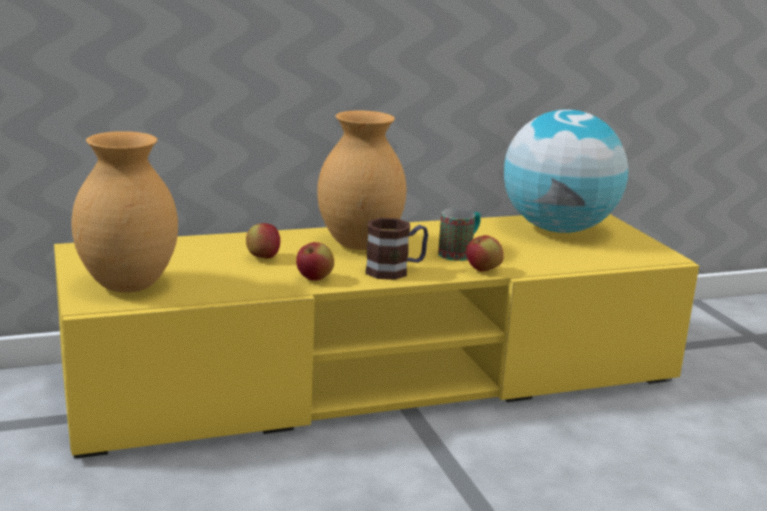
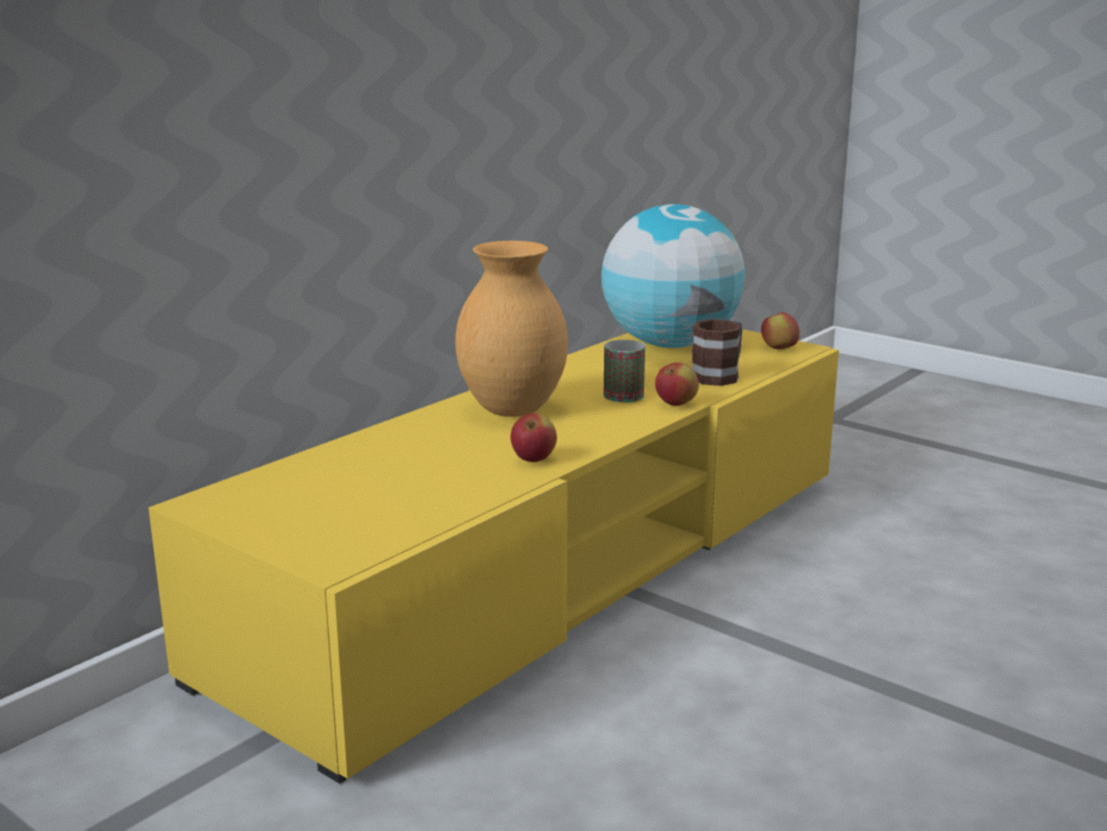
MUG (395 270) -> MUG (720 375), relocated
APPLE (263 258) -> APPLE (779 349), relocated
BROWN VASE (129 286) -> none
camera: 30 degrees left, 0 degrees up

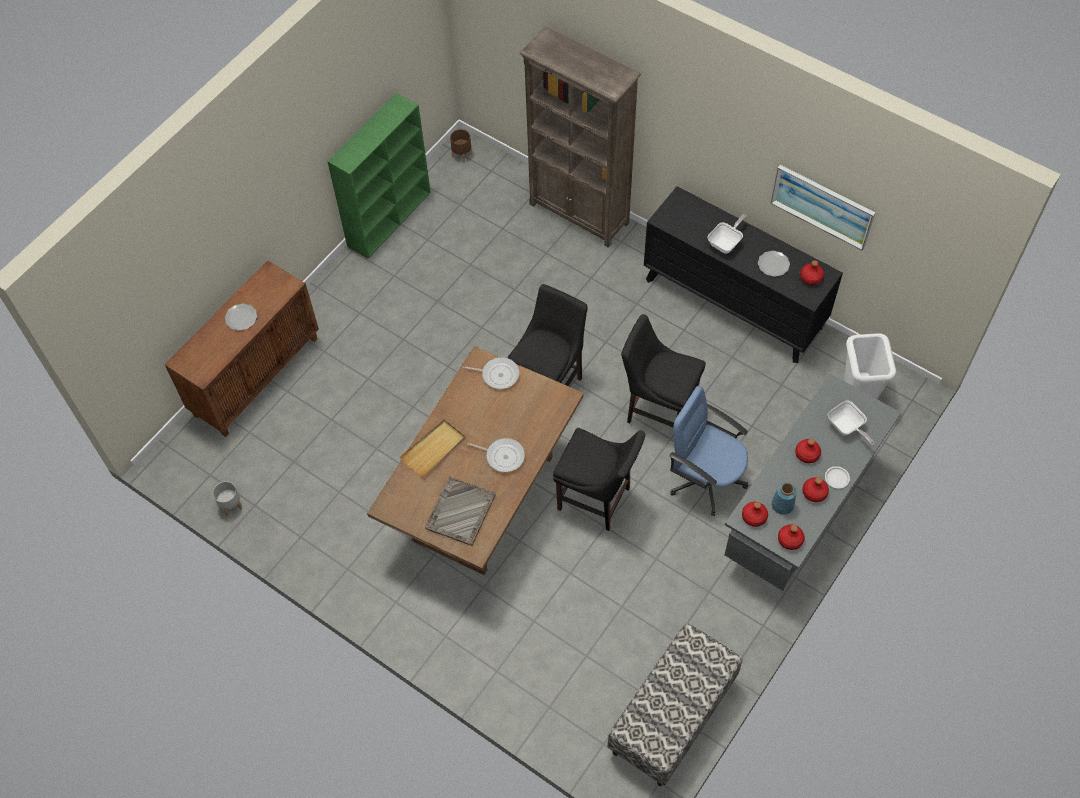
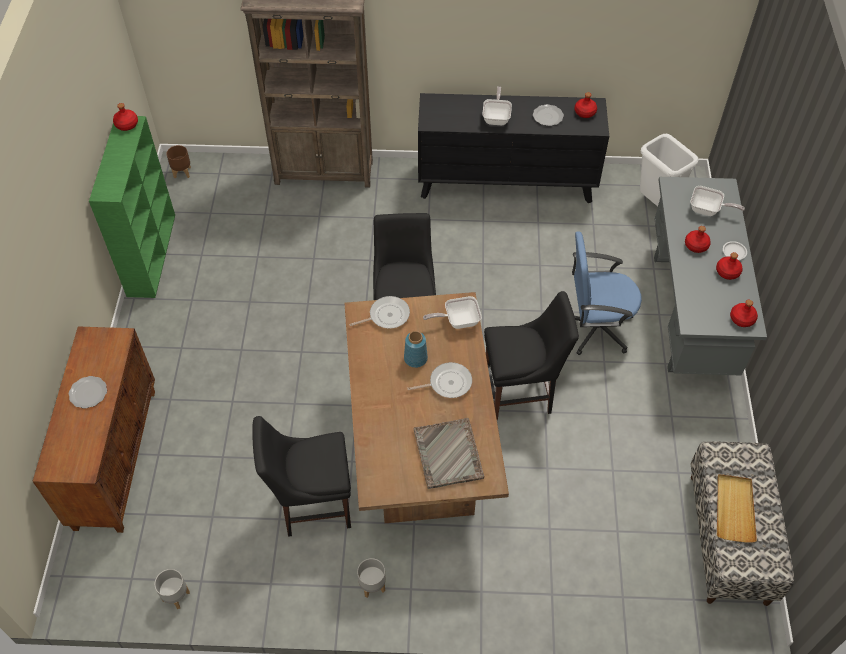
RED BOTTLE (754 517) -> RED BOTTLE (127 124), relocated
BLACK CHAIR (658 410) -> BLACK CHAIR (312 505), relocated
none -> GREY PLANTER (372 585)
BLUE VASE (782 505) -> BLUE VASE (416 359), relocated
none -> FRYING PAN (458 321)
BEIGE TRAY (433 449) -> BEIGE TRAY (734 509), relocated
PICTURE (822 206) -> none
camera: 35 degrees left, 5 degrees down

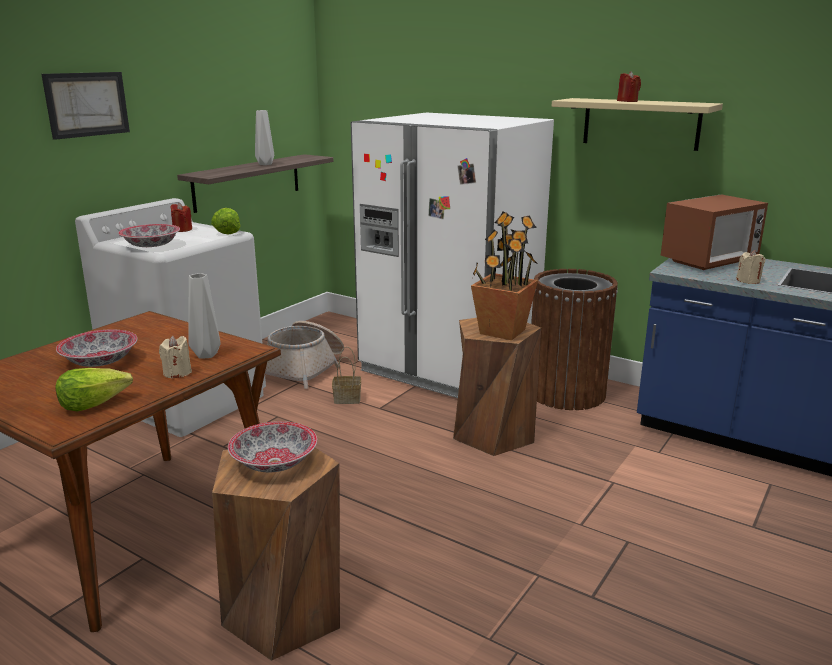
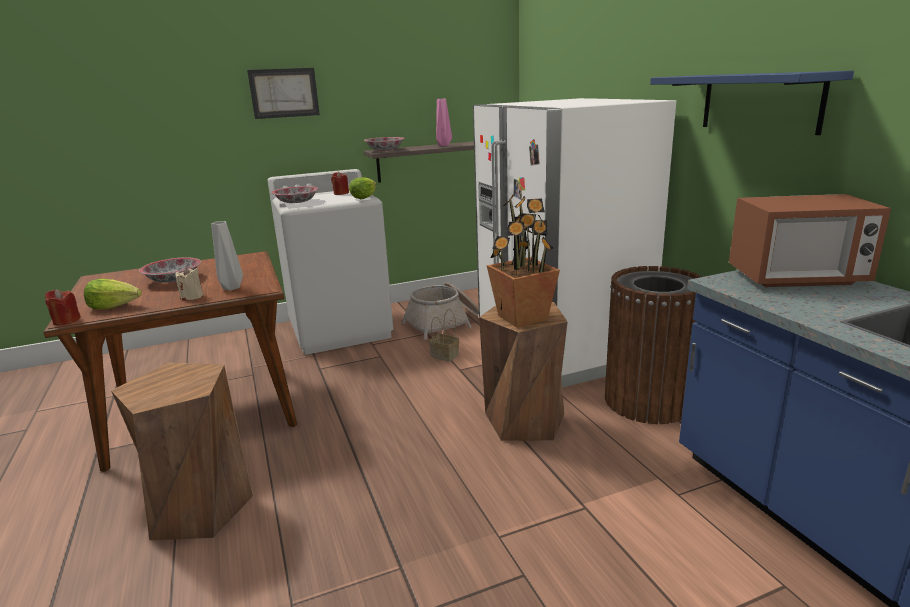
RED CANDLE (627 101) -> RED CANDLE (66 321), relocated
BOWL (274 462) -> BOWL (385 150), relocated
GREY VASE (266 164) -> PINK VASE (444 145)
BEIGE SHELF (641 123) -> BLUE SHELF (760 102)
BEIGE CANDLE (748 281) -> none
camera: 35 degrees right, 0 degrees up

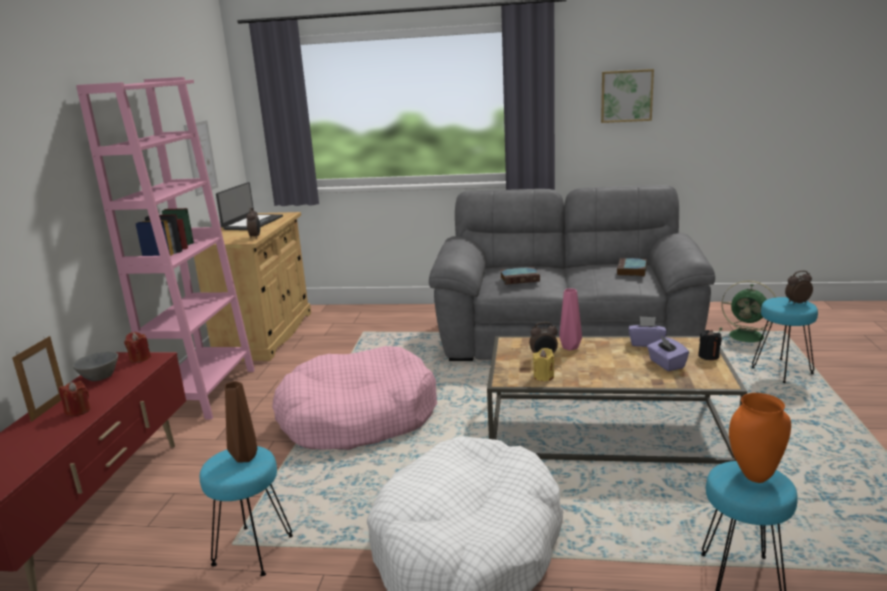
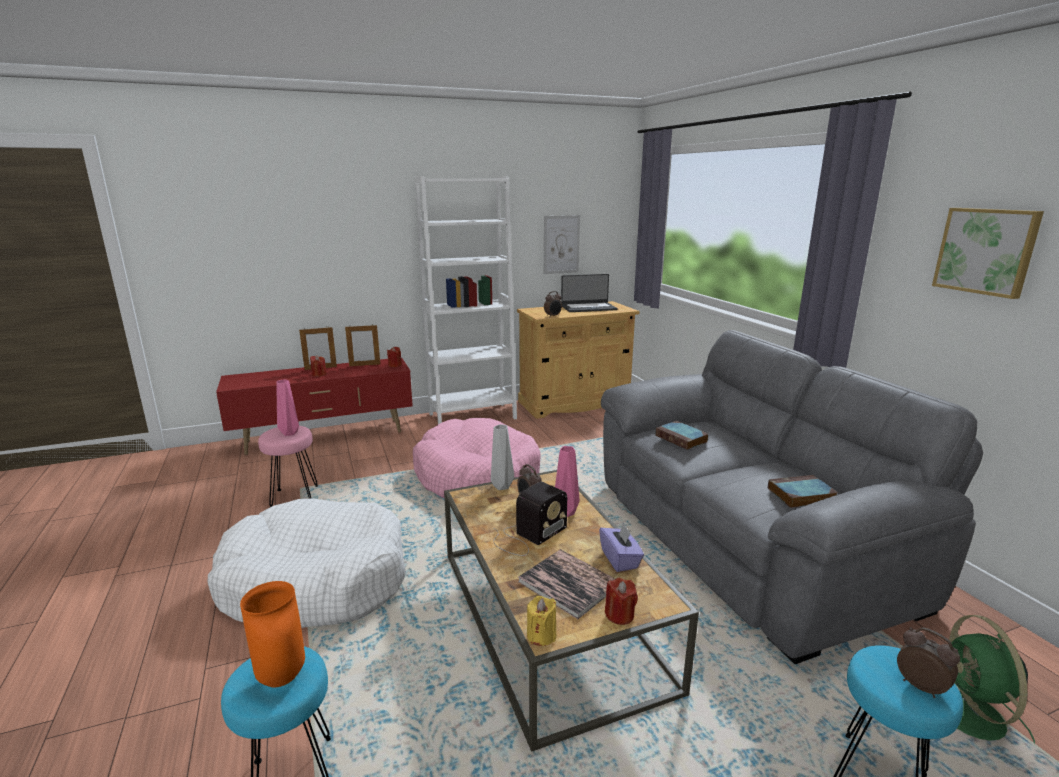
TURQUOISE STOOL (252 552) -> PINK STOOL (294 497)
BROWN VASE (245 458) -> PINK VASE (289 433)
GREY BOWL (99 377) -> PICTURE FRAME (364 365)
PINK BOOKCASE (206 392) -> WHITE BOOKCASE (472 416)
none -> GREY VASE (502 487)
none -> RADIO (528 536)
PURPLE TISSUE BOX (666 364) -> BOOK (568 583)
YELLOW CANDLE (543 377) -> YELLOW CANDLE (541 635), relocated
BLACK CANDLE (708 356) -> RED CANDLE (619 615)
camera: 60 degrees right, 0 degrees up

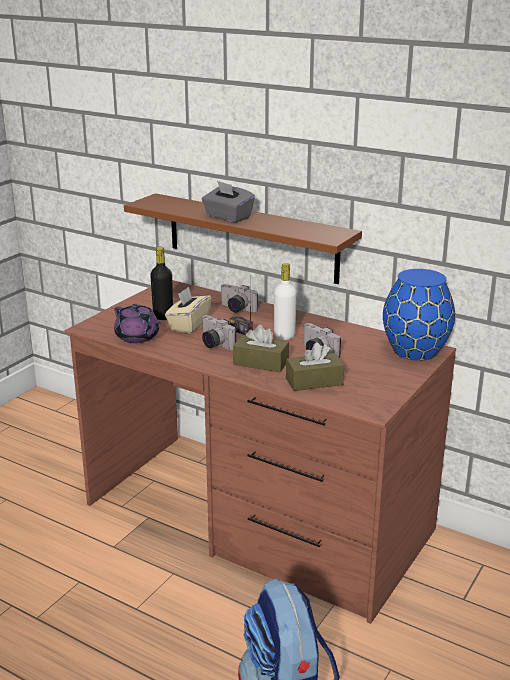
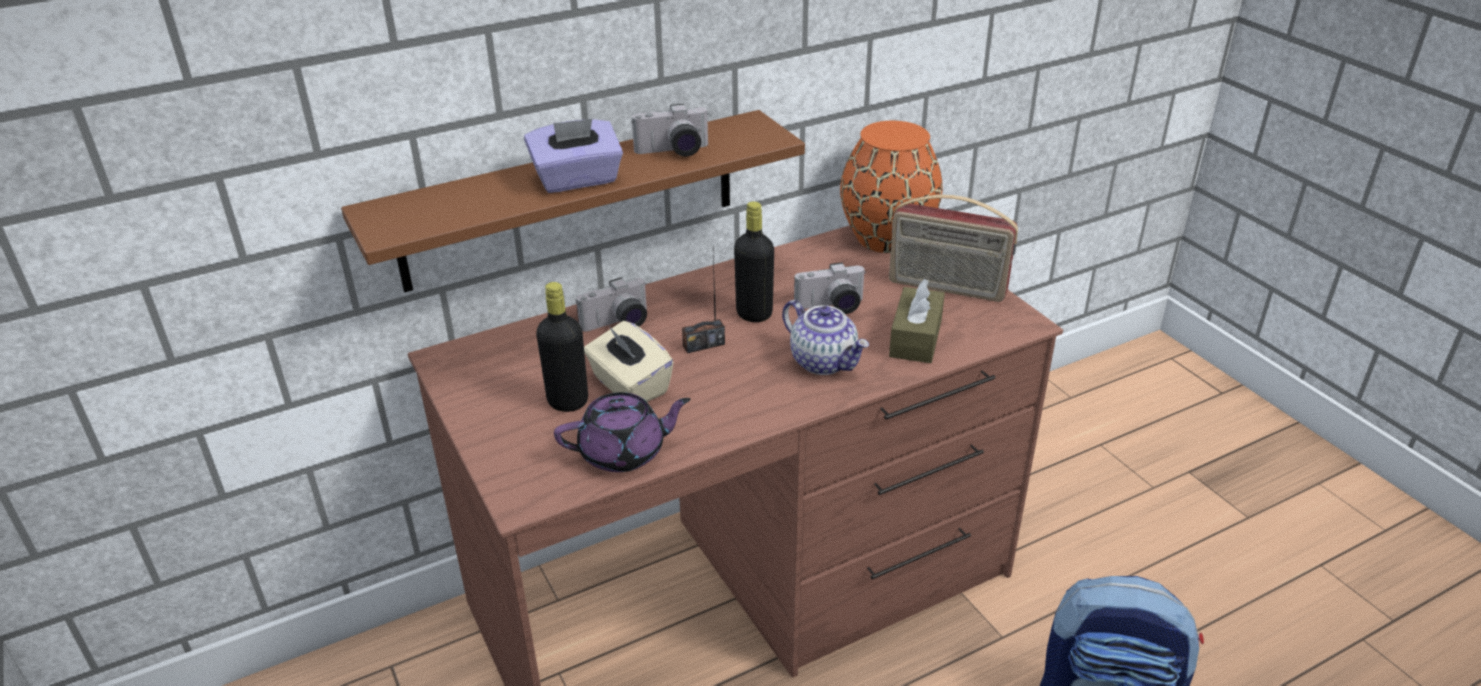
GREY TISSUE BOX (227 217) -> PURPLE TISSUE BOX (577 180)
PHOTO CAMERA (213 344) -> PHOTO CAMERA (673 152), relocated
WHITE BOTTLE (284 336) -> BLACK BOTTLE (754 314)
BROWN TISSUE BOX (261 363) -> TEAPOT (824 362)
BLUE VASE (416 351) -> ORANGE VASE (888 238)
none -> RADIO (946 288)
camera: 60 degrees left, 10 degrees up

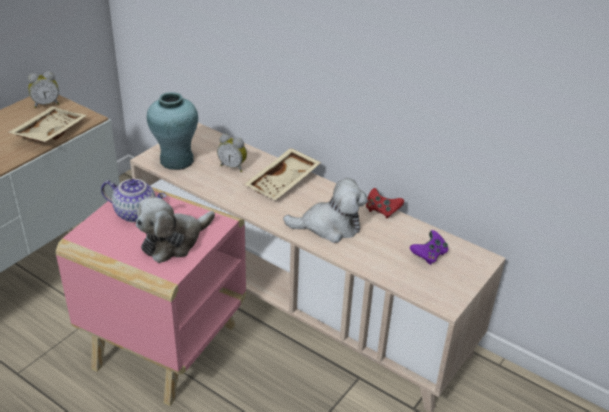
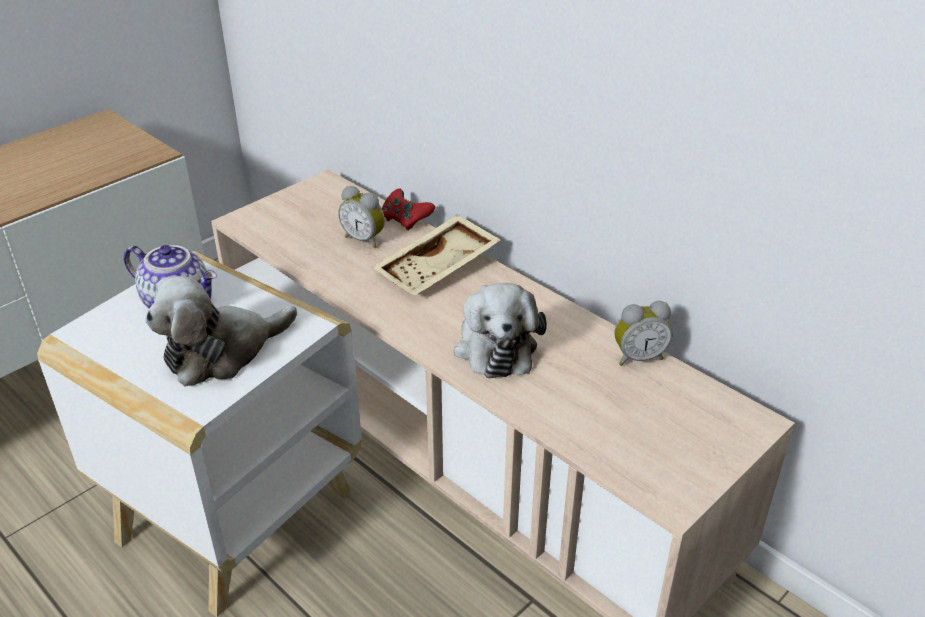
PINK SIDE TABLE (166 344) -> WHITE SIDE TABLE (238 513)
RED GAME CONTROLLER (382 210) -> RED GAME CONTROLLER (405 220), relocated
PLUSH TOY (329 226) -> PLUSH TOY (495 345), 75 degrees clockwise
ALARM CLOCK (46 104) -> ALARM CLOCK (638 357), relocated
BEIGE TRAY (49 132) -> none
TURQUOISE VASE (176 160) -> none
PURPLE GAME CONTROLLER (429 255) -> none
camera: 10 degrees right, 0 degrees up

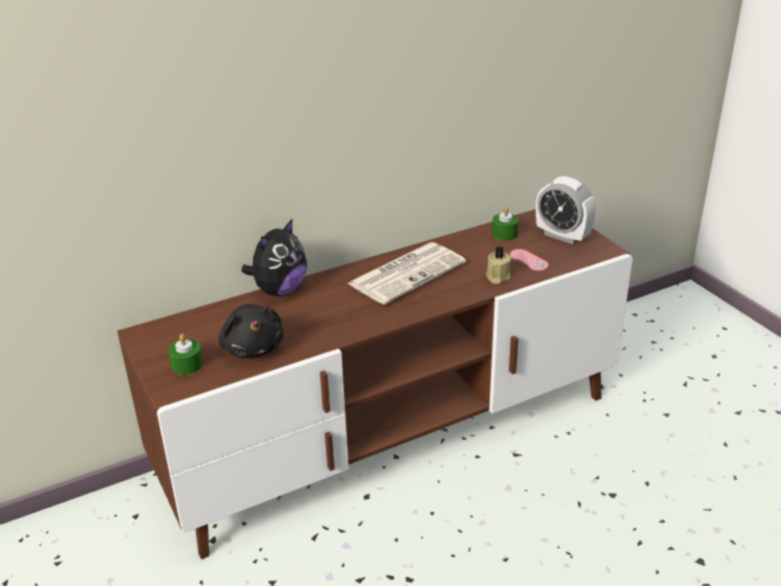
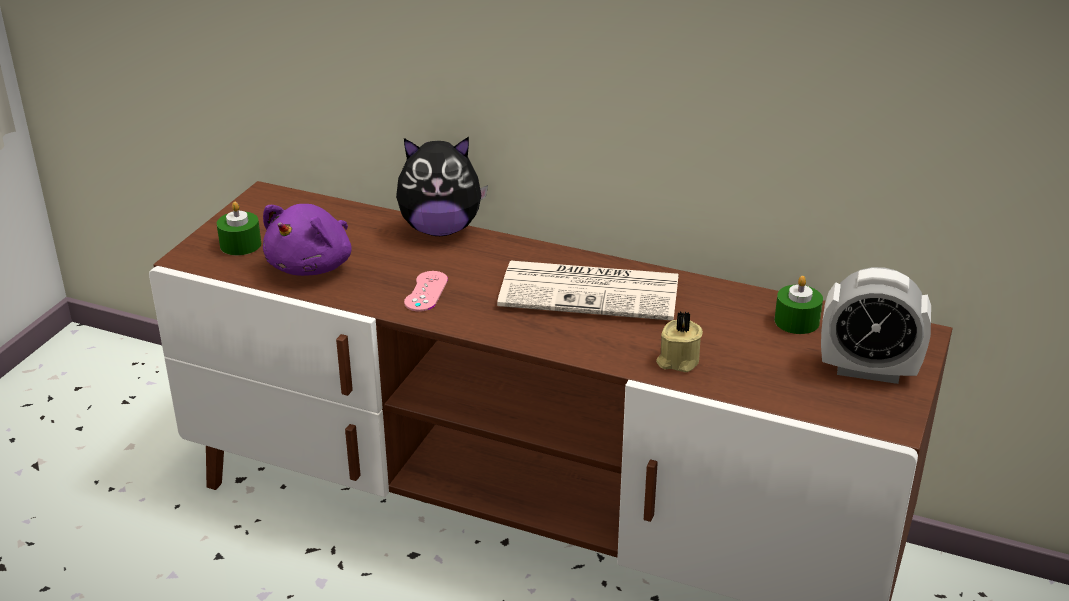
BLACK PLUSH TOY (252 347) -> PURPLE PLUSH TOY (313 266)
PINK GAME CONTROLLER (528 260) -> PINK GAME CONTROLLER (426 291), relocated
ALARM CLOCK (562 236) -> ALARM CLOCK (868 370), 75 degrees counterclockwise
camera: 50 degrees right, 0 degrees up

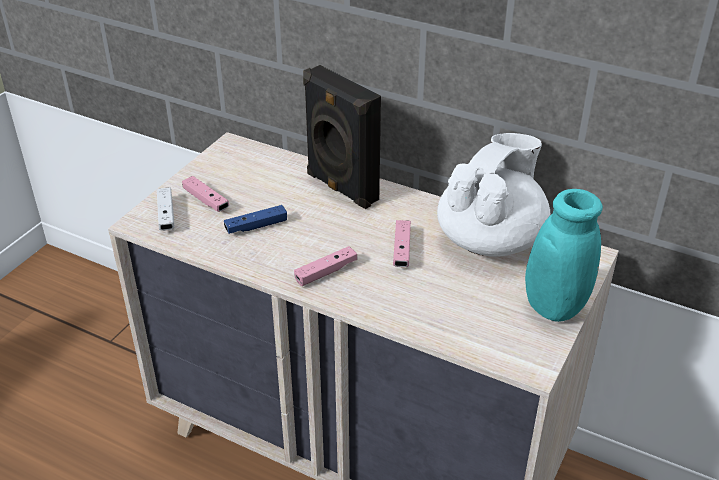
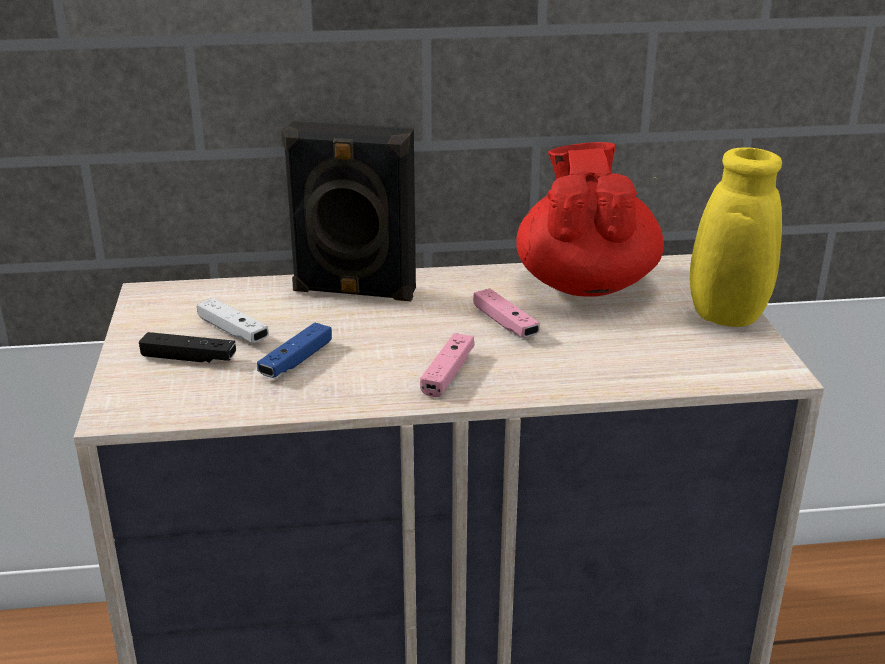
PINK GAME CONTROLLER (206 200) -> BLACK GAME CONTROLLER (189 358)
WHITE GAME CONTROLLER (166 215) -> WHITE GAME CONTROLLER (233 331), relocated
WHITE TEAPOT (491 240) -> RED TEAPOT (585 283)
TURQUOISE VASE (549 307) -> YELLOW VASE (720 318)
camera: 35 degrees left, 10 degrees down

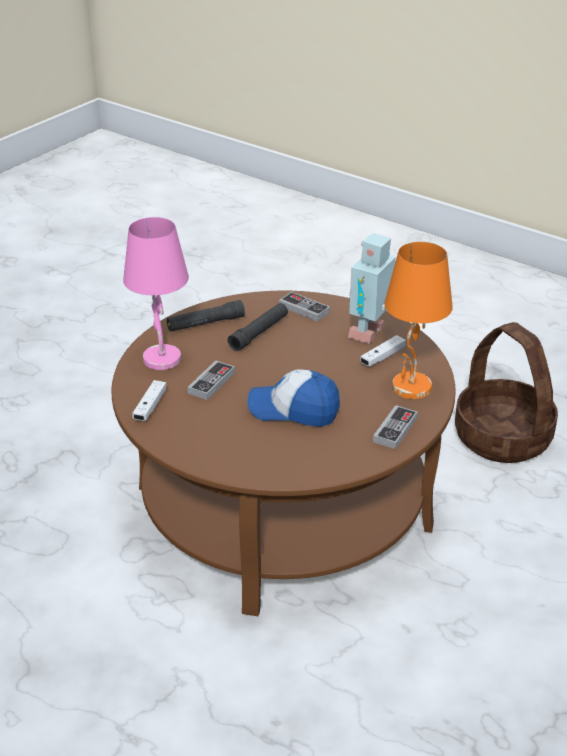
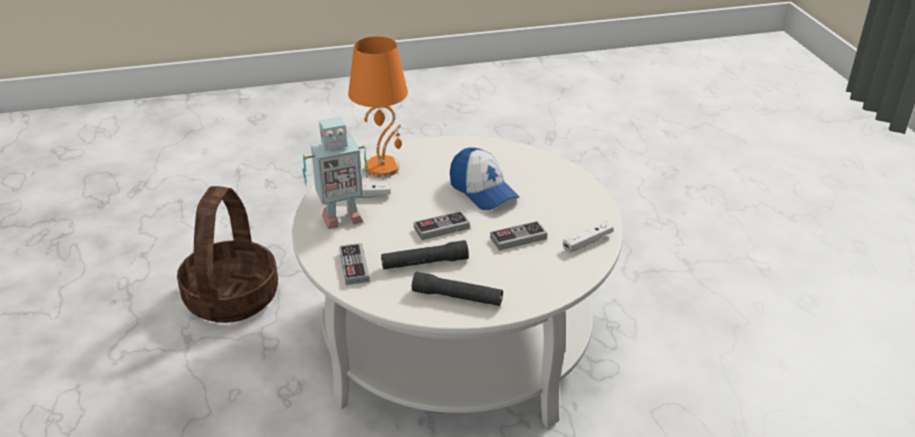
BROWN COFFEE TABLE (283 506) -> WHITE COFFEE TABLE (457 339)
GAME CONTROLLER (395 430) -> GAME CONTROLLER (441 228), relocated
PINK TABLE LAMP (161 358) -> none
camera: 140 degrees left, 0 degrees up

